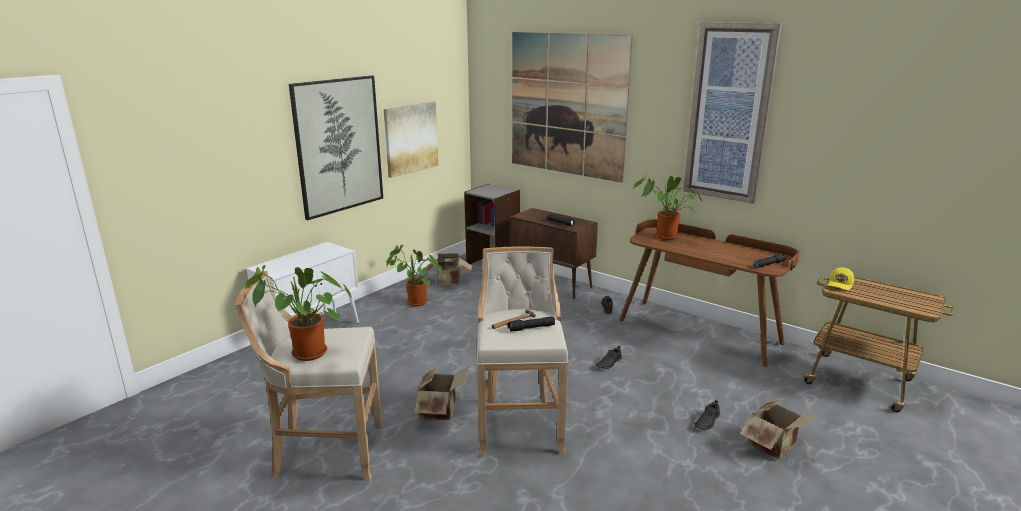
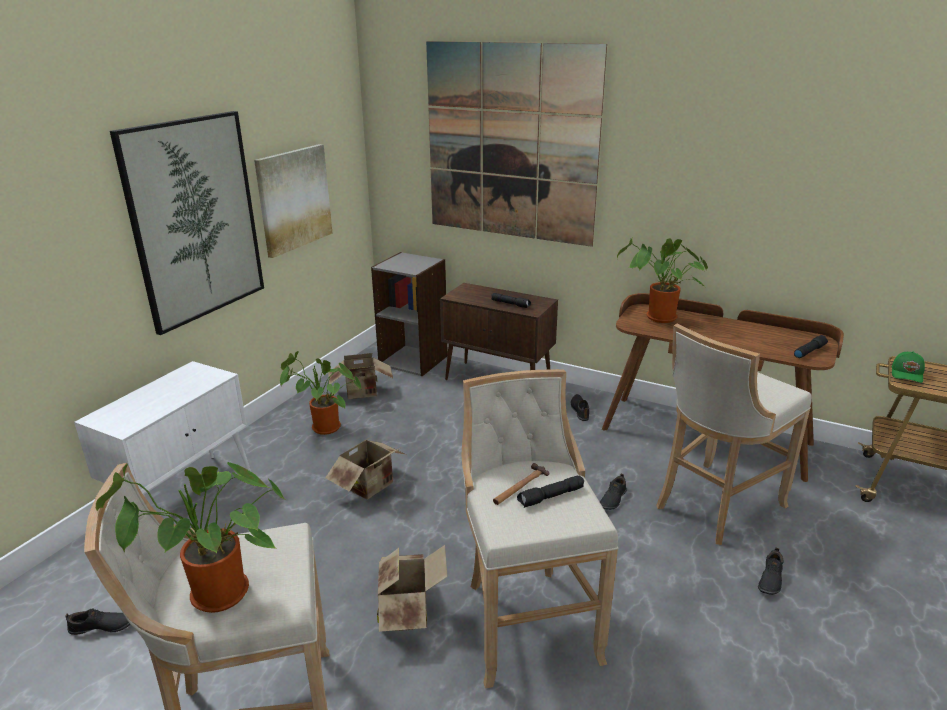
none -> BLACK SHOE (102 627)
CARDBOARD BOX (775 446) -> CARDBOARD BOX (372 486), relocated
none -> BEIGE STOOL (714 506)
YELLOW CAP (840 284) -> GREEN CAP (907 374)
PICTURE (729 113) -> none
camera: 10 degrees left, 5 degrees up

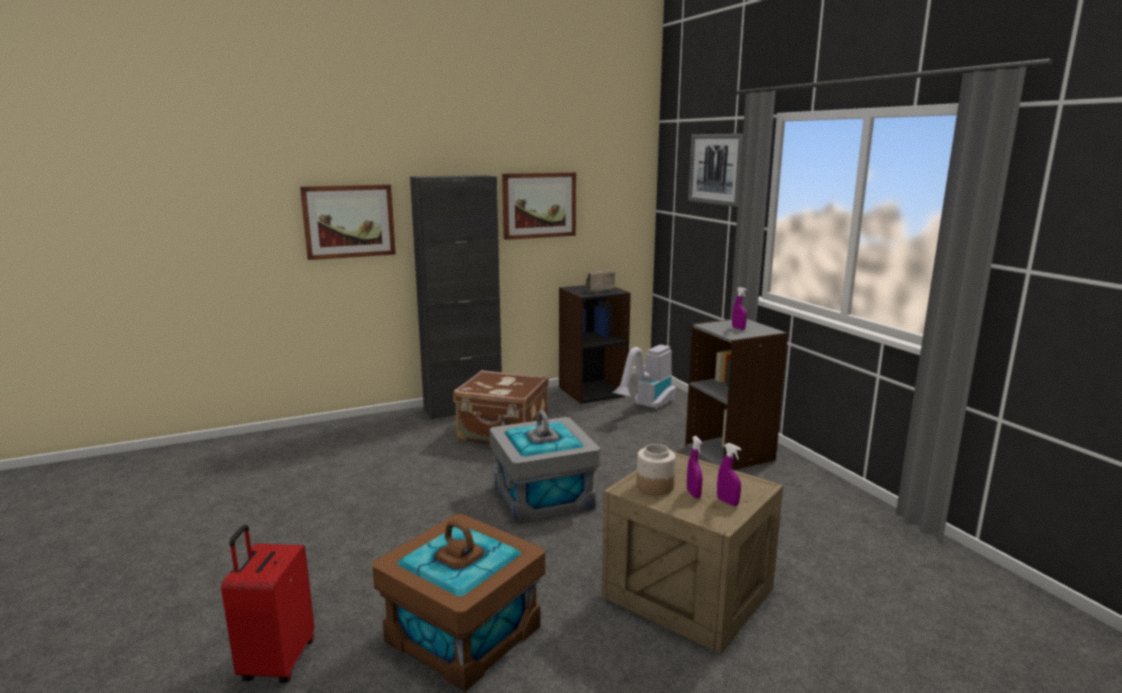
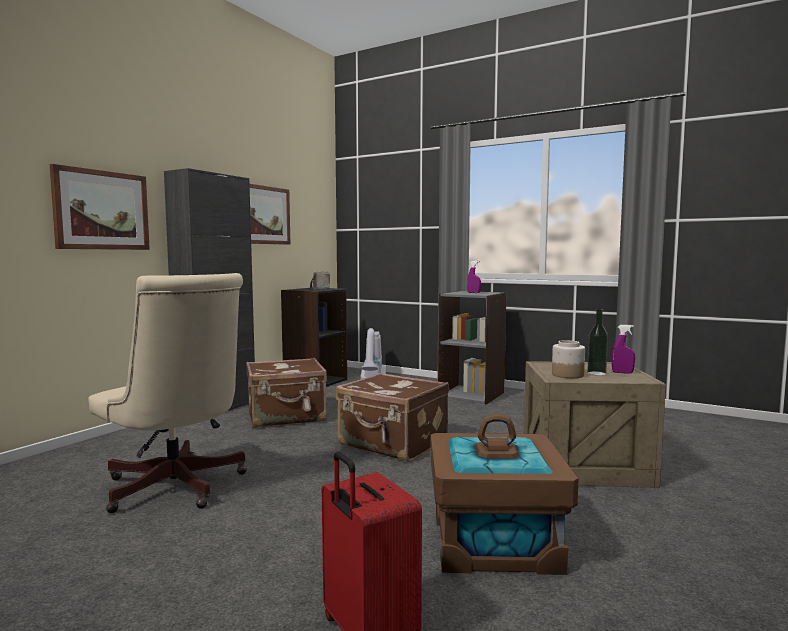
none -> BEIGE OFFICE CHAIR (177 489)
GREY STORAGE BOX (544 497) -> BROWN SUITCASE (393 444)
PURPLE SPRAY BOTTLE (693 494) -> BOTTLE (596 373)
PICTURE (716 169) -> none
camera: 35 degrees left, 10 degrees down

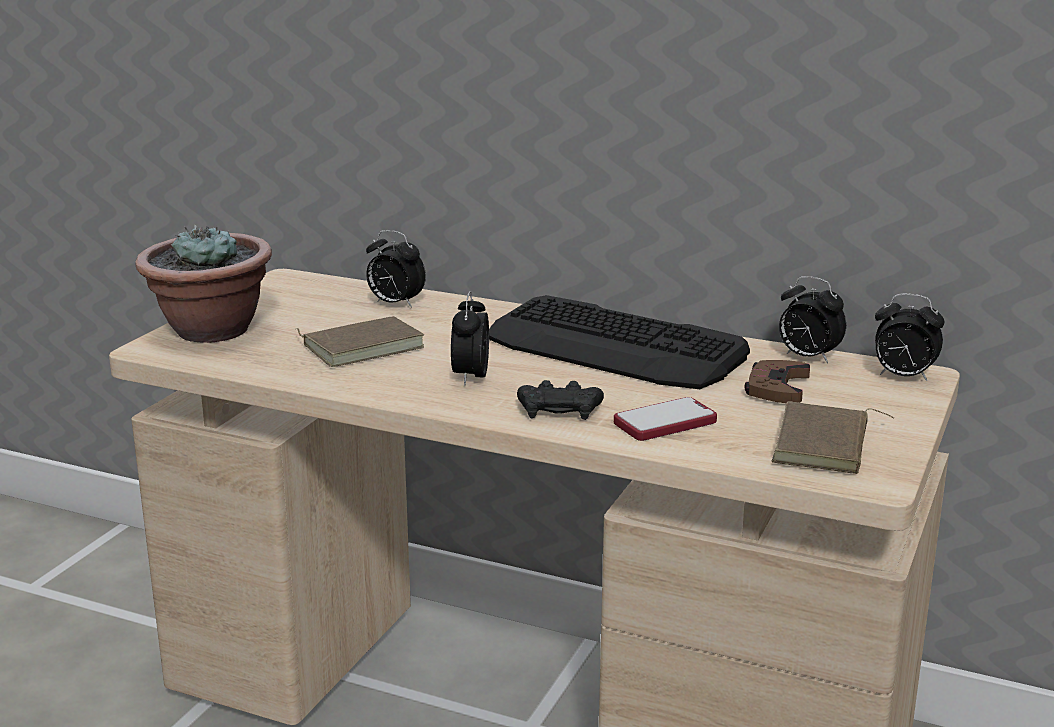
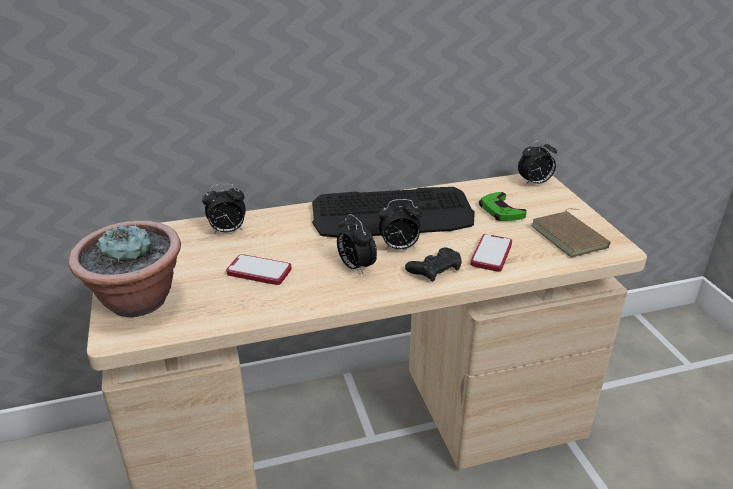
BROWN BOOK (362 346) -> PHONE (259 271)
ALARM CLOCK (807 357) -> ALARM CLOCK (399 248), relocated
BROWN GAME CONTROLLER (776 388) -> GREEN GAME CONTROLLER (500 211)
camera: 40 degrees left, 10 degrees up

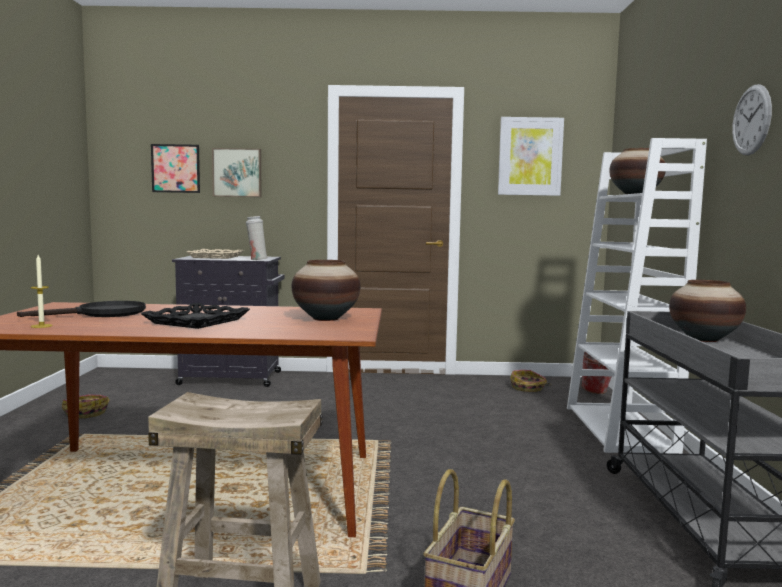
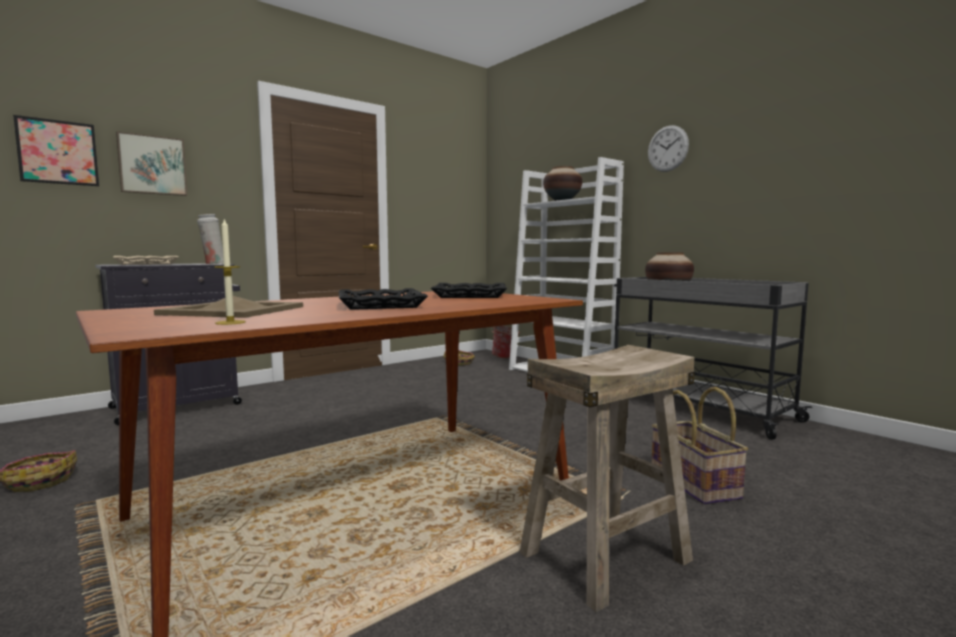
BLACK FRYING PAN (102 314) -> BEIGE TRAY (235 310)
VASE (326 319) -> BLACK TRAY (470 295)
PICTURE (530 156) -> none
camera: 40 degrees left, 0 degrees up

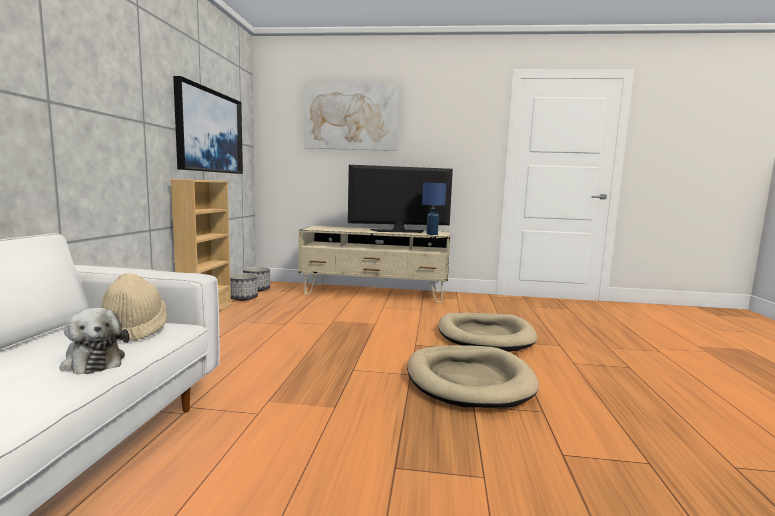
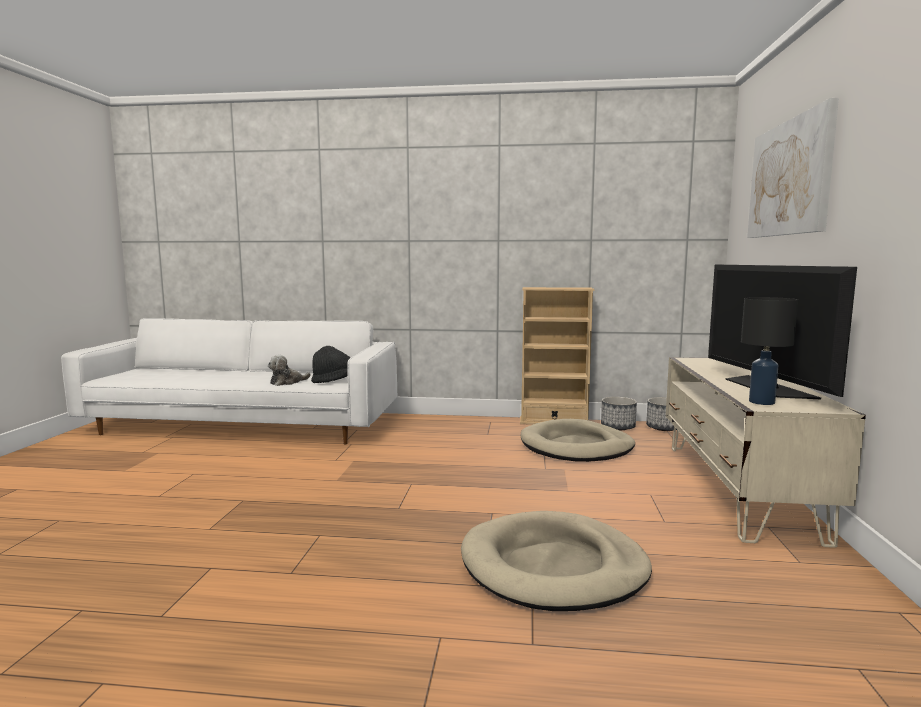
BEIGE HAT (134 330) -> BLACK HAT (334 380)
BEIGE DOG BED (469 380) -> BEIGE DOG BED (576 446), relocated
BLUE TABLE LAMP (432 234) -> BLACK TABLE LAMP (762 402)
PICTURE (209 131) -> none
camera: 90 degrees right, 0 degrees up

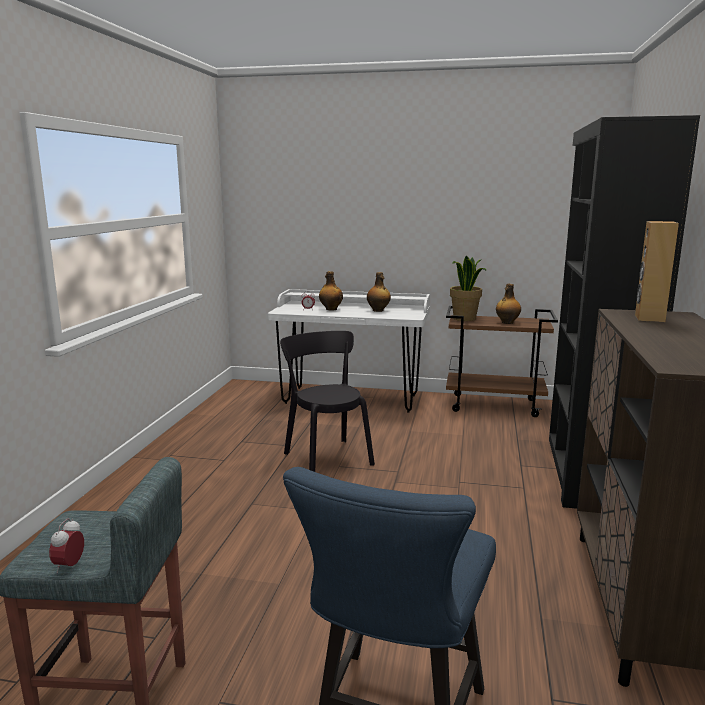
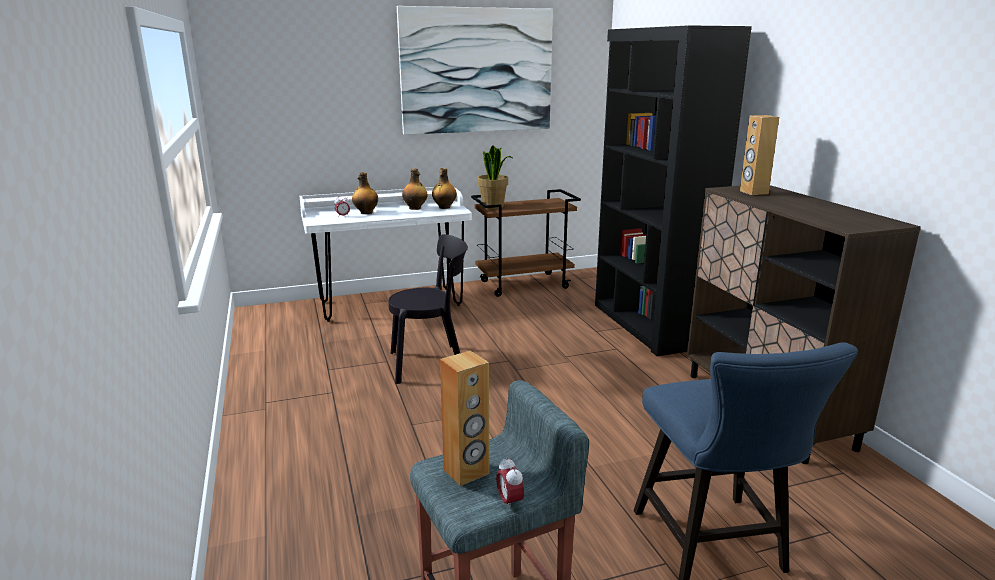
BLACK CHAIR (326 457) -> BLACK CHAIR (432 363), 135 degrees clockwise
none -> PICTURE (477 71)
BOTTLE (507 322) -> BOTTLE (444 207), relocated
none -> BROWN SPEAKER (466 472)
camera: 30 degrees left, 5 degrees up

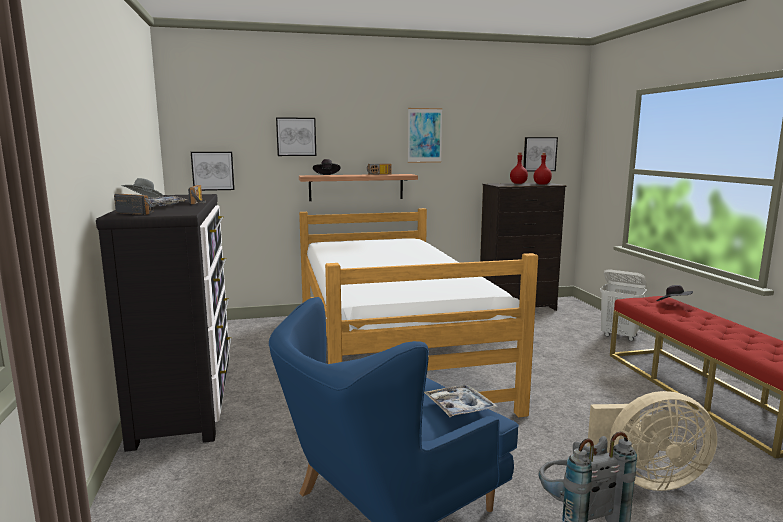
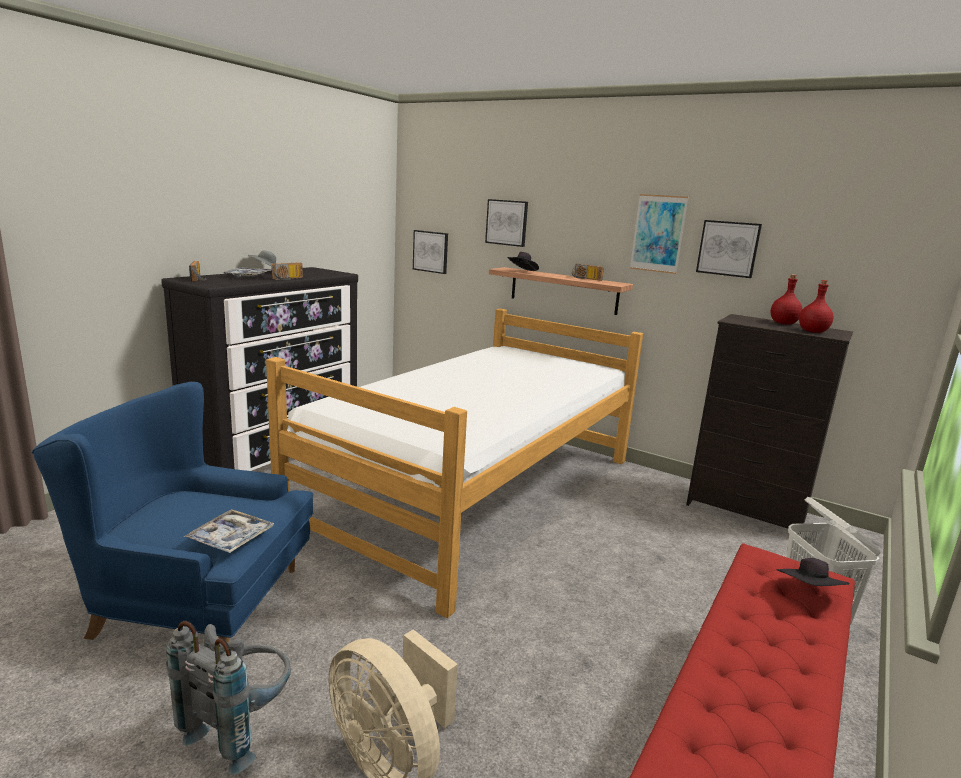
PICTURE (539 154) -> PICTURE (728 248), relocated
camera: 45 degrees right, 5 degrees up

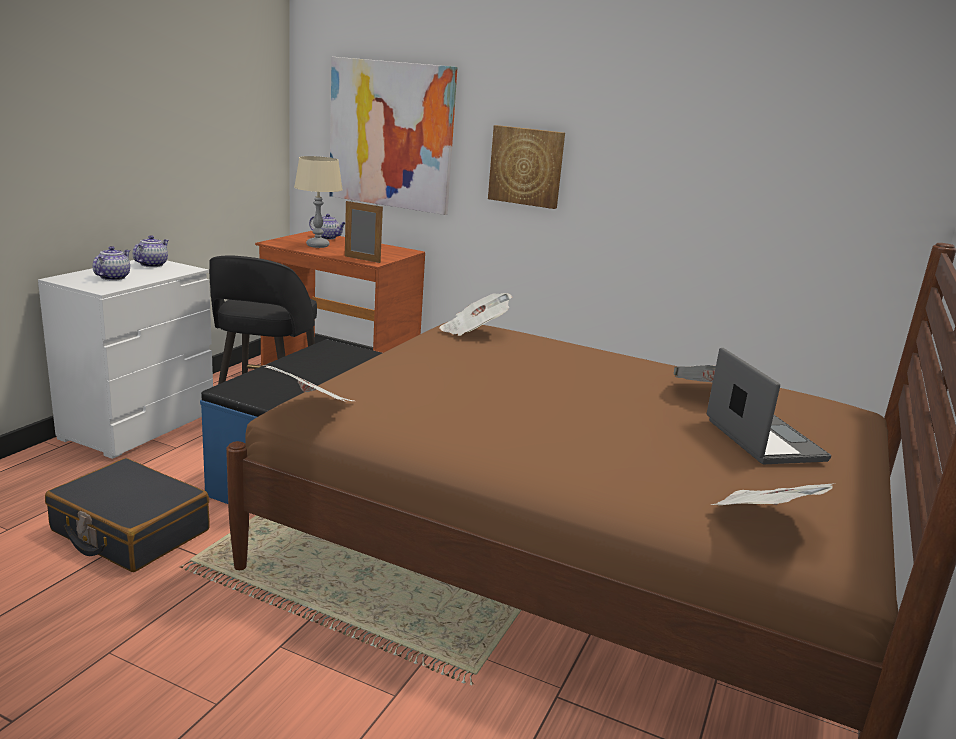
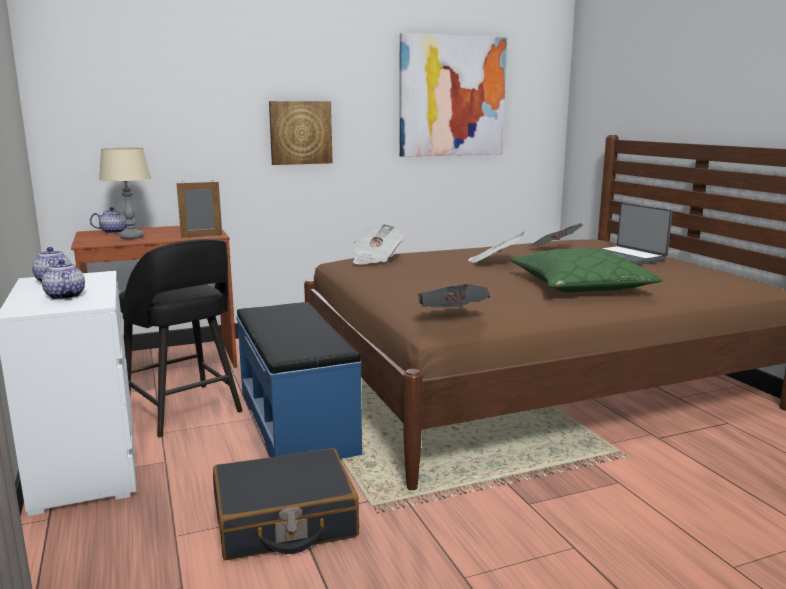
PICTURE (391 135) -> PICTURE (452 96), relocated
NEWSPAPER (764 520) -> NEWSPAPER (495 263), relocated
none -> GREEN PILLOW (581 285)
LAPTOP (762 440) -> LAPTOP (626 257), 150 degrees counterclockwise
camera: 45 degrees left, 5 degrees down

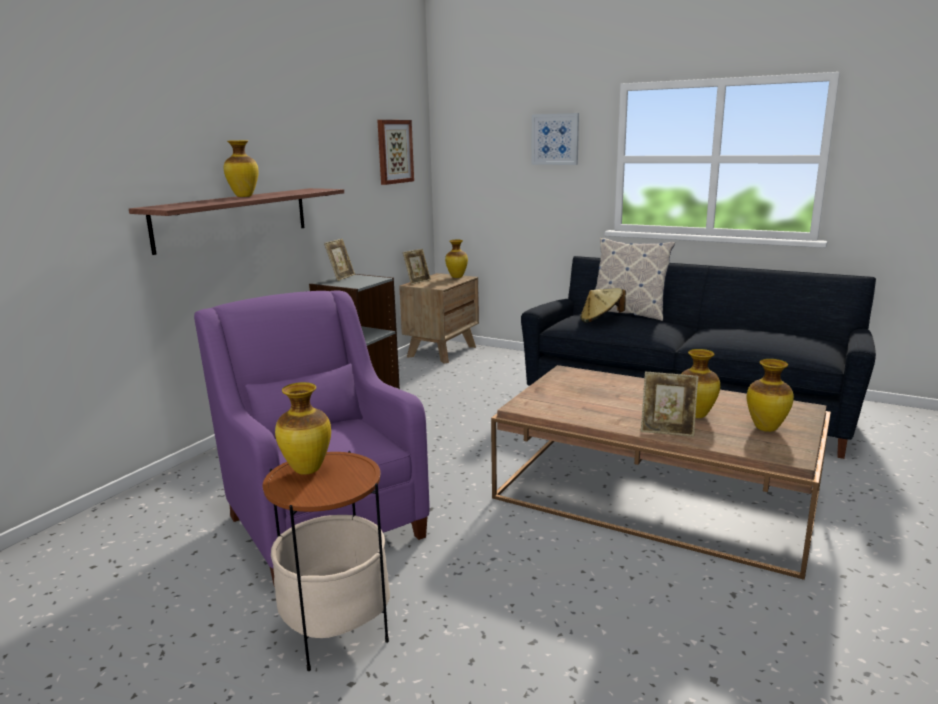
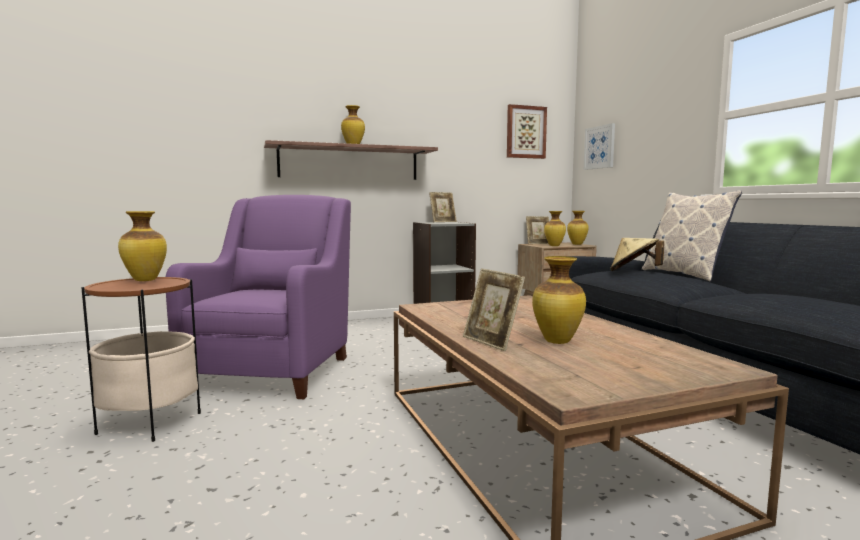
VASE (766 428) -> VASE (554 246), relocated
PICTURE (555 139) -> PICTURE (599 147), relocated
camera: 40 degrees right, 10 degrees down

